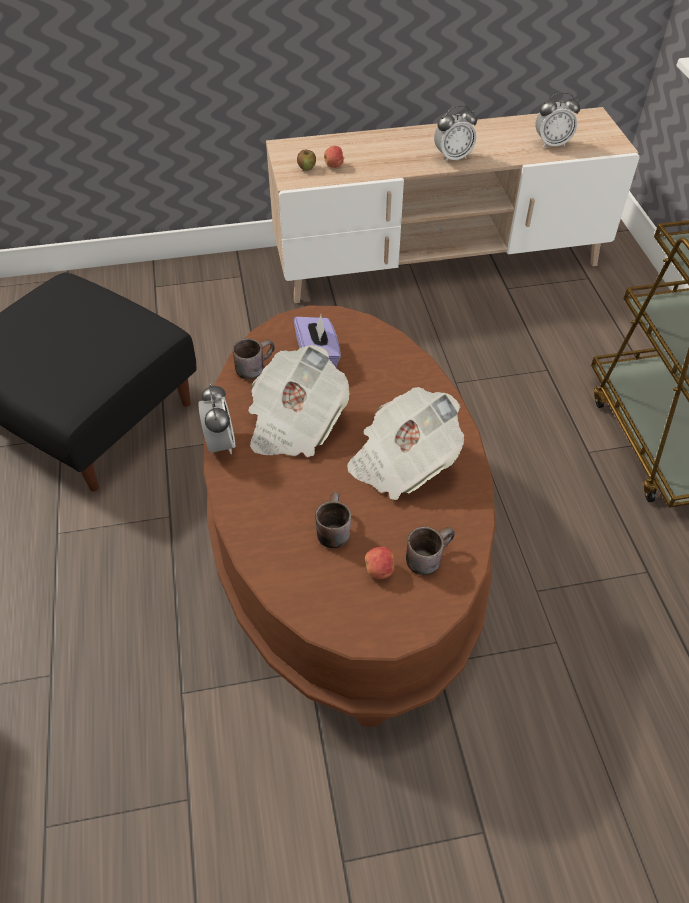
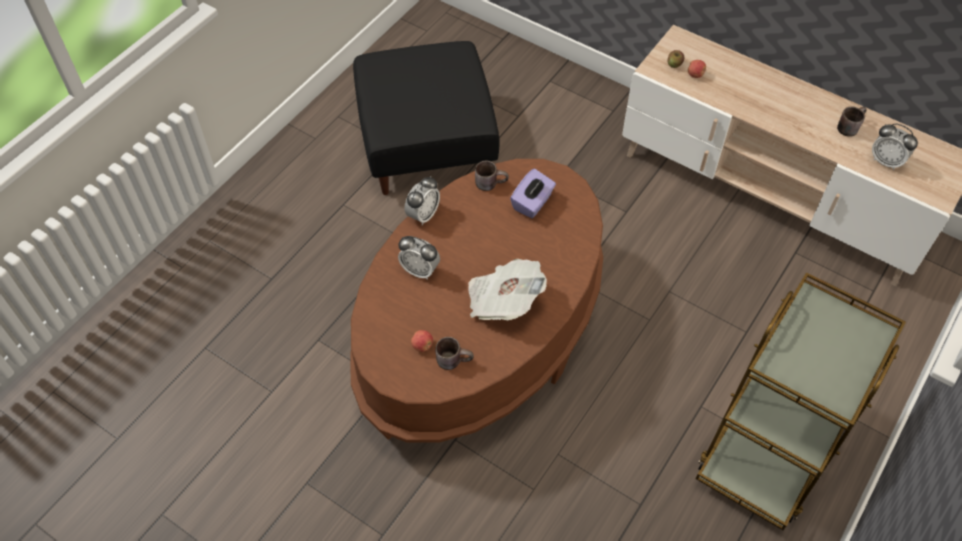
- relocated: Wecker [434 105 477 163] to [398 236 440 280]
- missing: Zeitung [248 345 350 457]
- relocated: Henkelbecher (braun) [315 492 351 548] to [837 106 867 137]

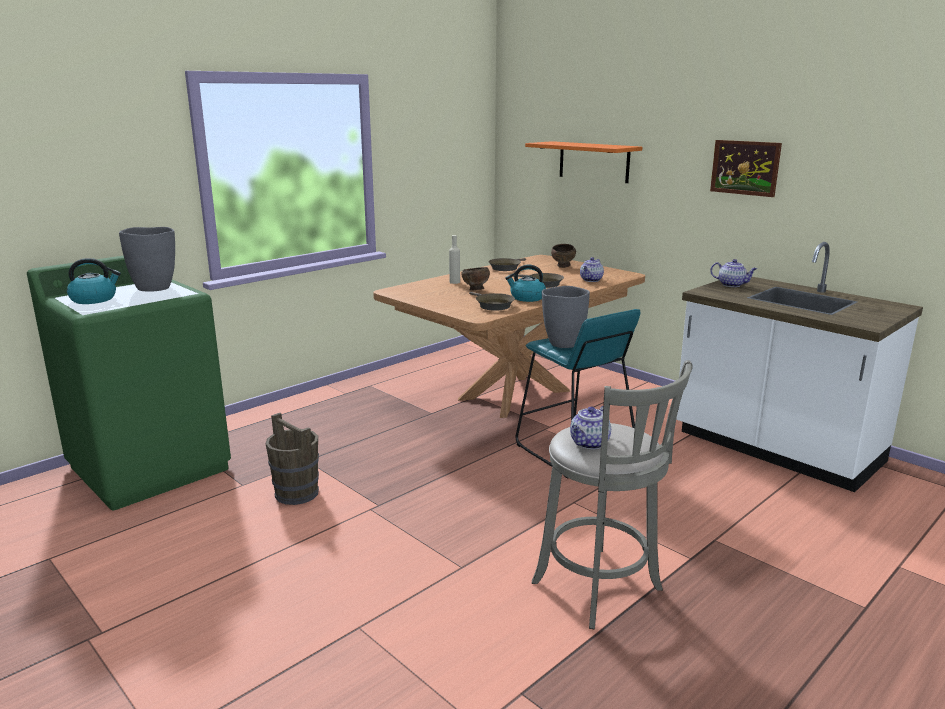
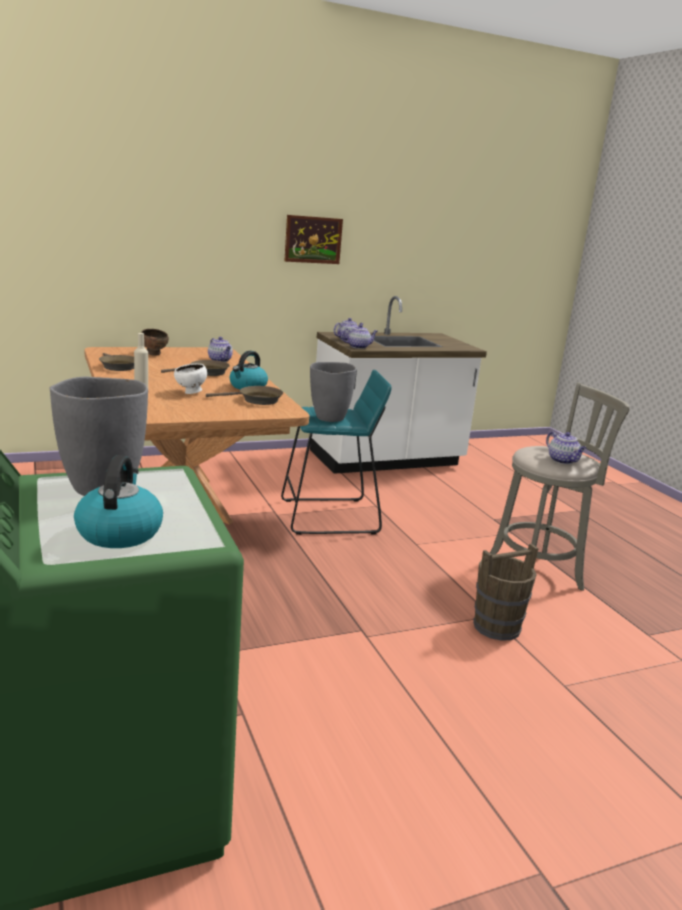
- missing: Wandregal (orange) [525 141 642 183]
- colour: Schüssel (braun) [461 267 490 291] to Schüssel (weiß) [174 363 207 394]
- relocated: Eimer (braun) [266 413 319 505] to [473 543 539 641]
- appeared: Teekanne [341 324 378 349]

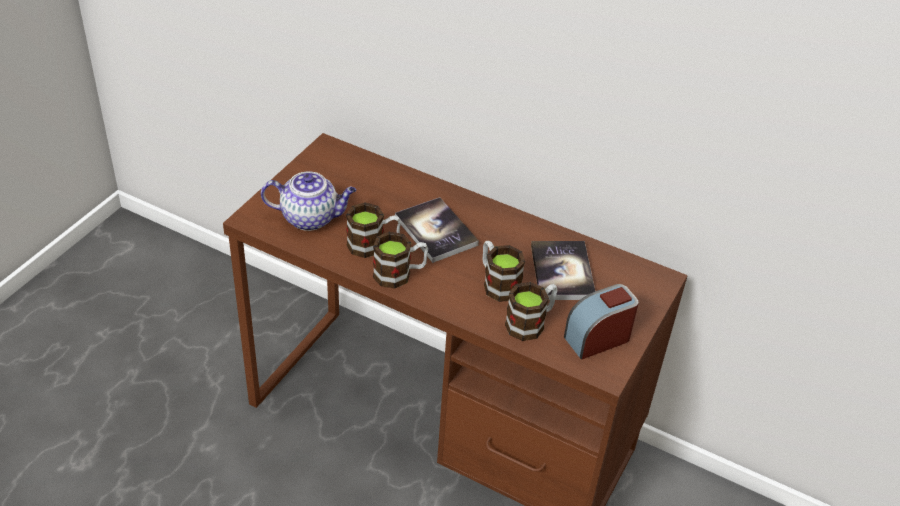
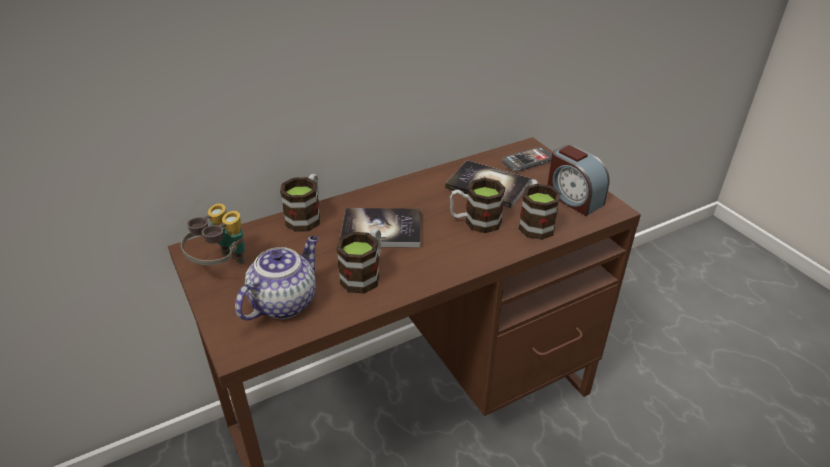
- relocated: Henkelbecher [373 232 428 289] to [280 174 321 232]
- spun: Wecker [564 284 639 360] = [547 144 610 216] 45 degrees counterclockwise
- appeared: Handy [502 147 552 172]
- appeared: Fernglas [181 203 245 265]

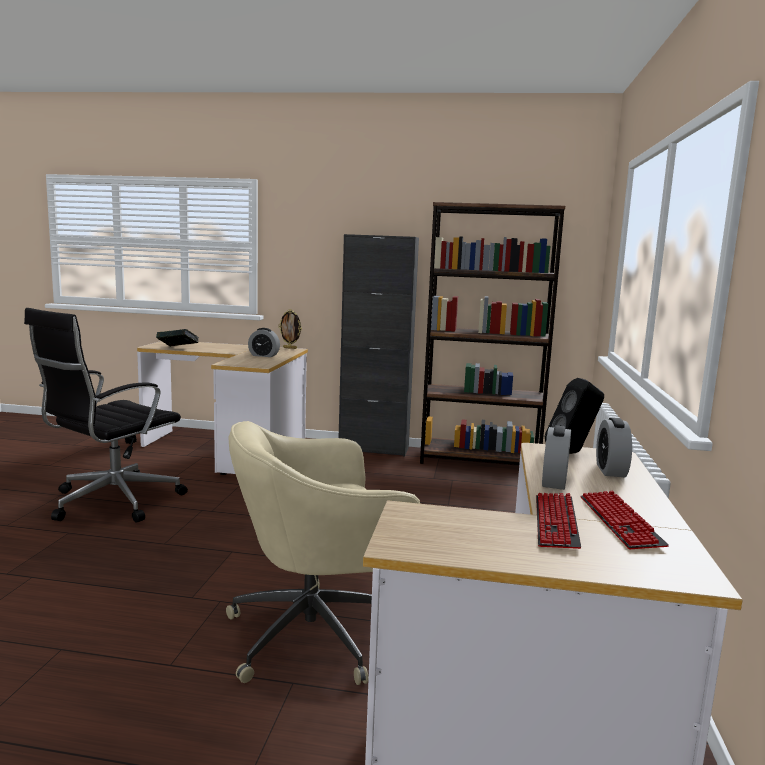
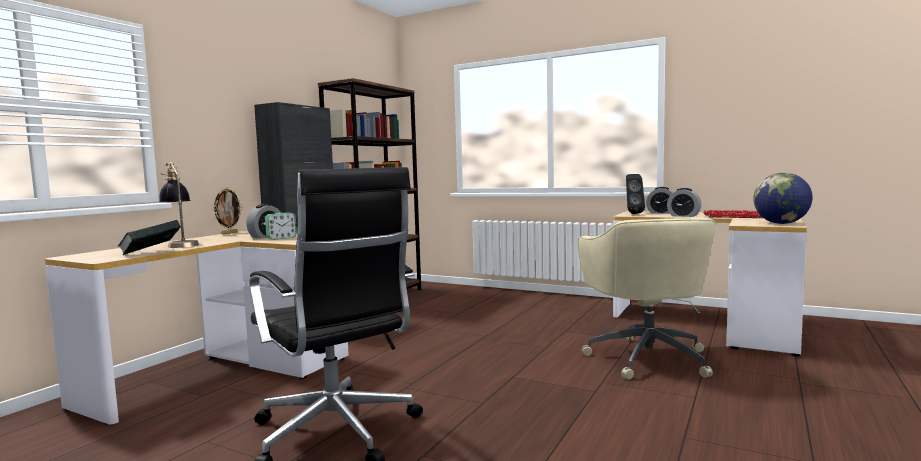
- appeared: Tischlampe [159 162 199 248]
- appeared: Globus [753 173 813 224]
- appeared: Wecker [265 213 297 240]

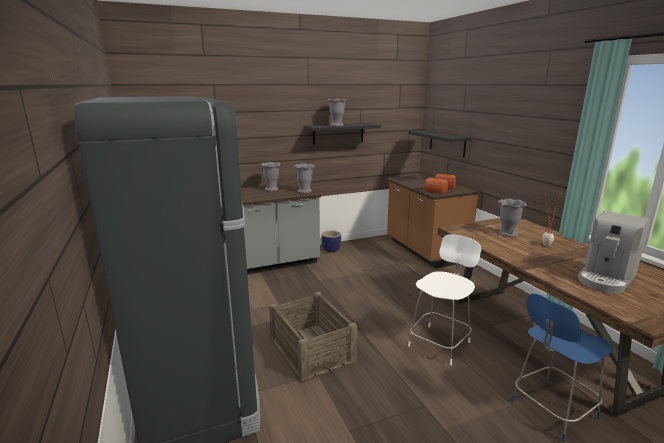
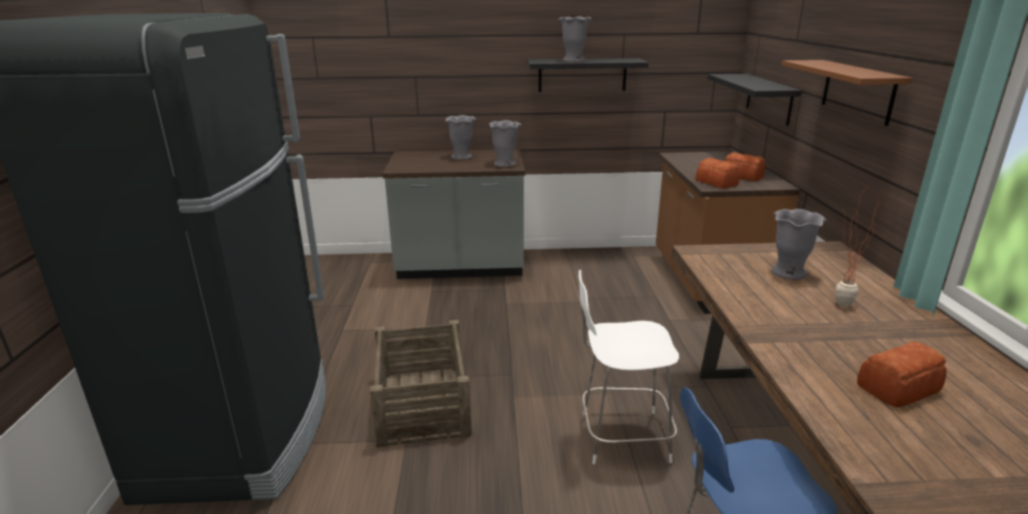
- exchanged: Kaffeemaschine [578 211 650 293] to Brot [857 342 947 407]
- missing: Pflanzkübel [322 230 341 252]
- spun: Stuhl (weiß) [408 235 481 365] = [578 270 679 464] 150 degrees counterclockwise
- appeared: Wandregal (braun) [781 60 912 126]

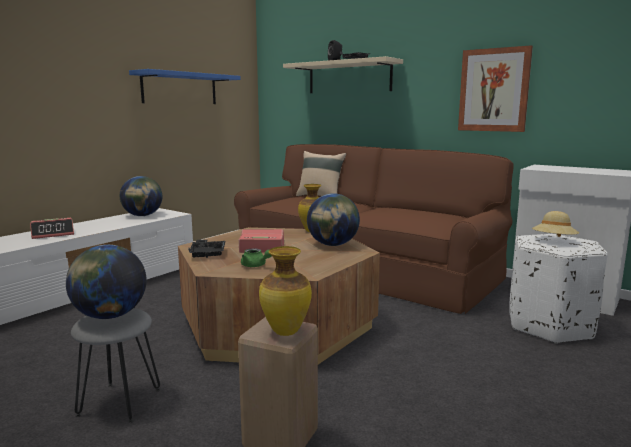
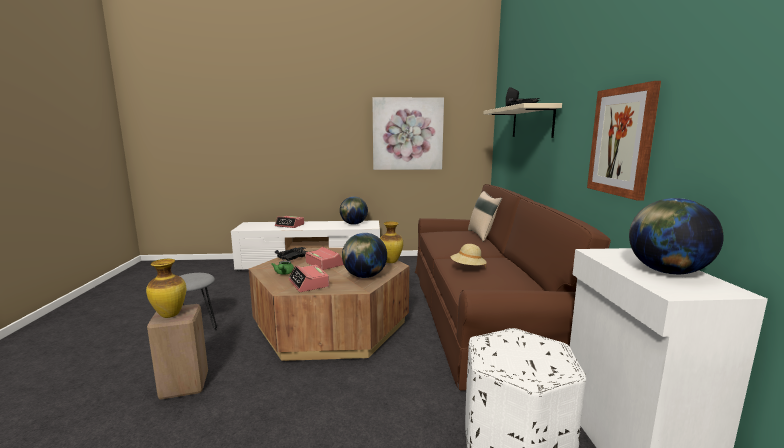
- exchanged: Wandregal (blau) [129 69 241 104] to Bild [372 97 444 170]
- relocated: Hut (beige) [532 211 579 237] to [451 244 487 268]
- relocated: Globus [66 245 147 319] to [629 198 724 275]
- appeared: Wecker [288 265 329 292]

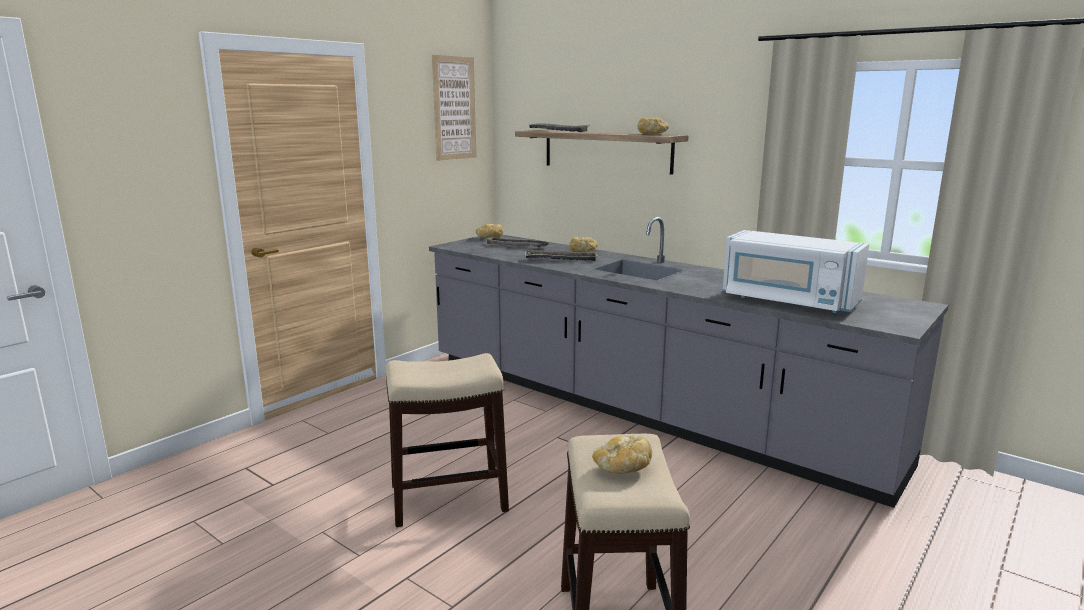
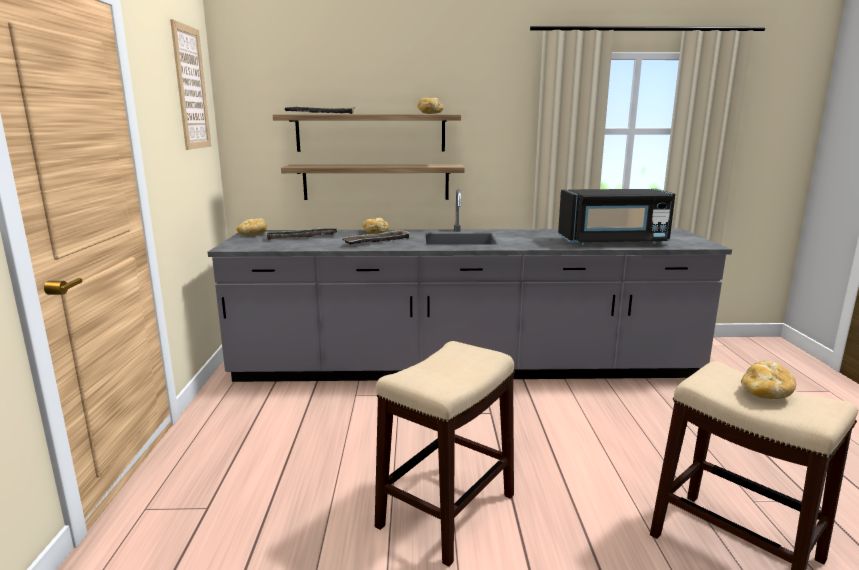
- colour: Mikrowelle (weiß) [723 230 869 313] to Mikrowelle (schwarz) [558 189 675 245]
- appeared: Wandregal [281 164 465 200]

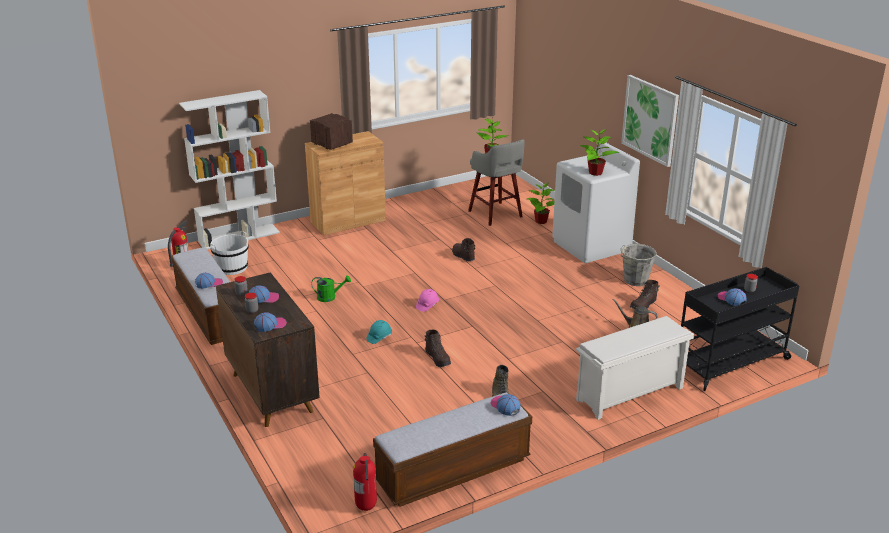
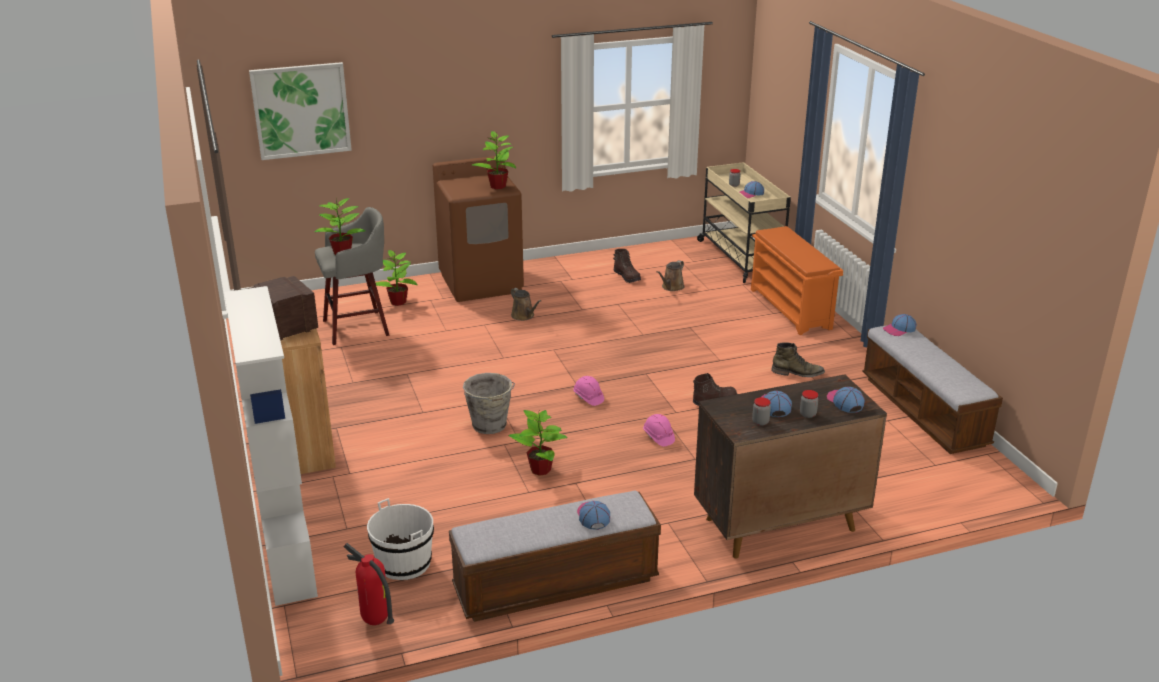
- relocated: Bild [621 75 679 167] to [249 62 352 160]
- colour: Waschmaschine (weiß) [552 143 640 263] to Waschmaschine (braun) [433 156 524 302]
- missing: Stiefel (braun) [452 238 475 261]
- relocated: Eimer (grau) [621 244 657 286] to [463 373 515 434]
- colour: Rollwagen (schwarz) [681 267 799 391] to Rollwagen (beige) [697 162 791 283]
- exchanged: Gießkanne (grün) [312 275 351 302] to Topfpflanze [508 409 568 476]
- colour: Schuhregal (weiß) [576 316 694 420] to Schuhregal (orange) [751 226 843 335]
- colour: Schutzhelm (türkis) [366 320 392 344] to Schutzhelm (rosa) [643 414 675 446]
- missing: Feuerlöscher [353 453 377 511]
- appeared: Gießkanne (braun) [511 288 541 321]

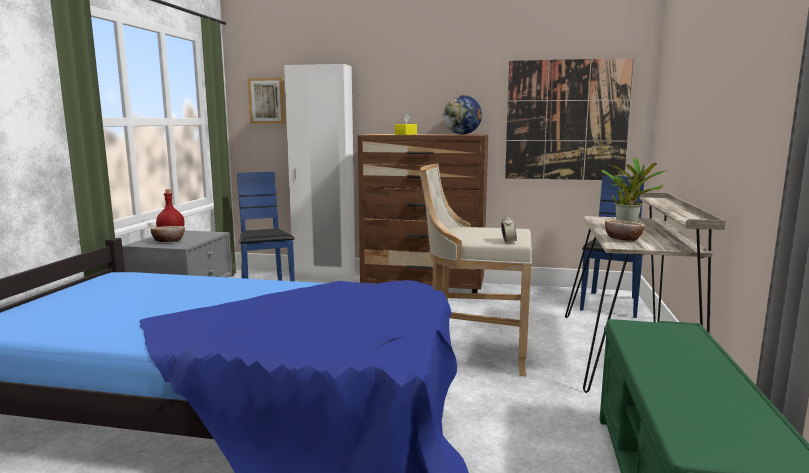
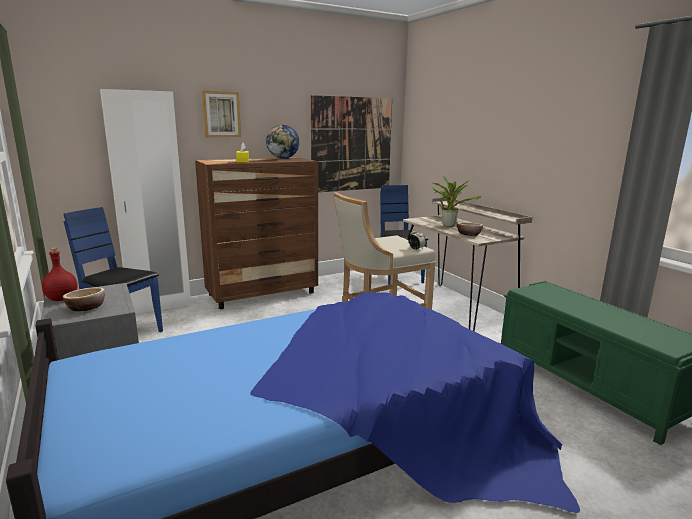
- relocated: Bild [248 78 285 124] to [202 91 241 138]

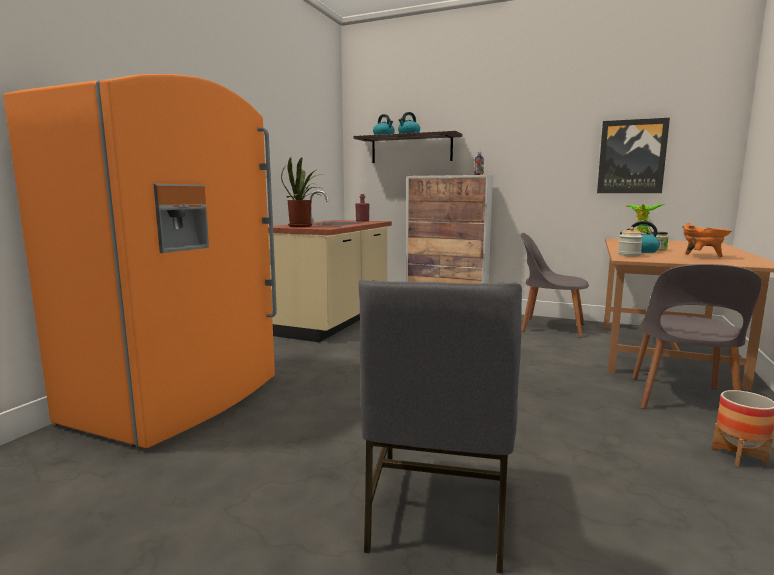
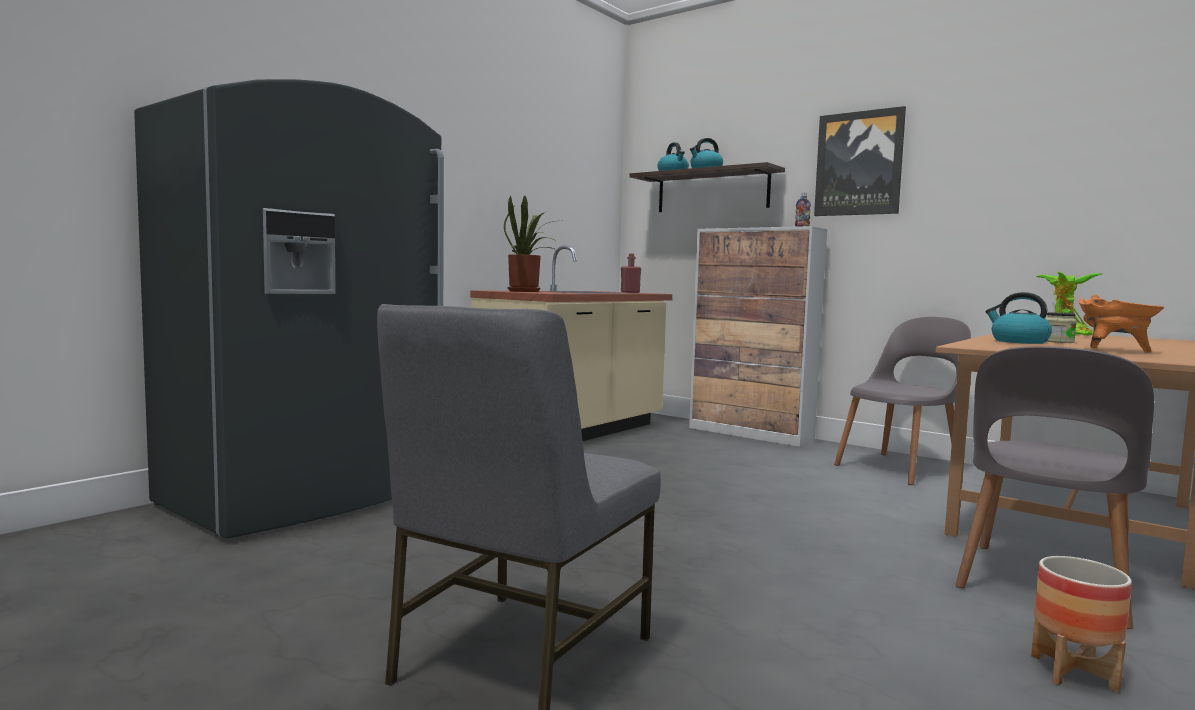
- colour: Kühlschrank (orange) [3 74 277 448] to Kühlschrank (grau) [134 79 444 539]
- relocated: Bild [597 118 670 193] to [814 106 906 216]
- missing: Vorratsglas [618 227 643 256]
- spun: Stuhl (grau) [520 233 589 338] = [834 317 971 485] 105 degrees clockwise

